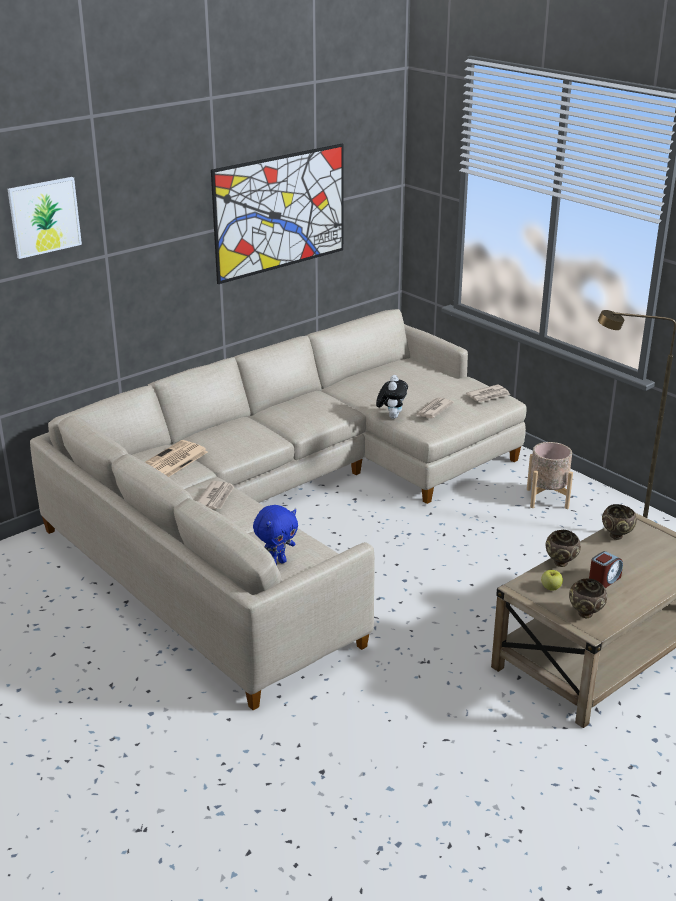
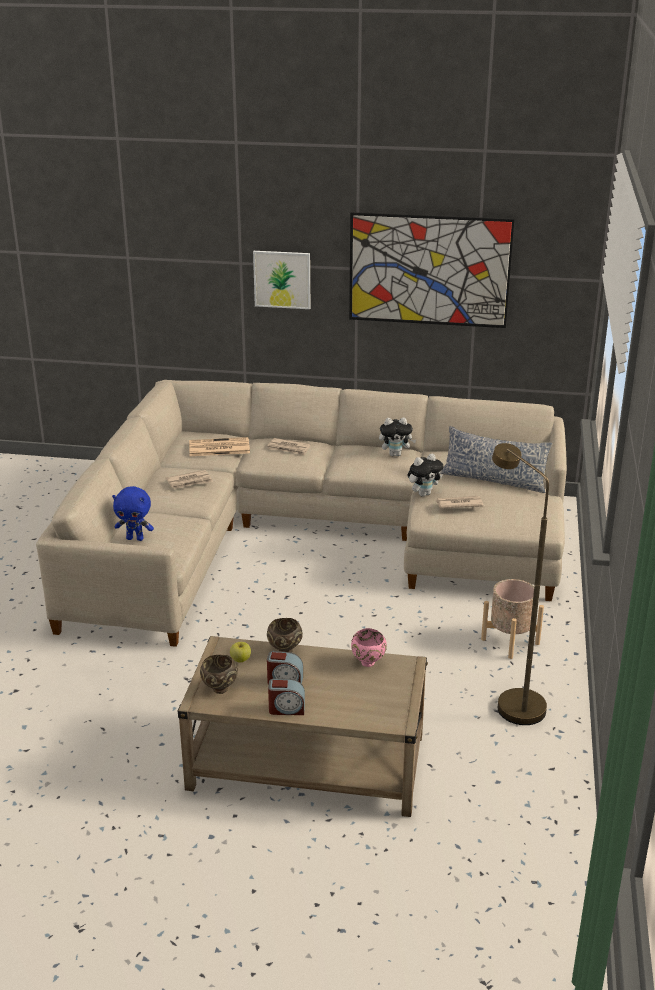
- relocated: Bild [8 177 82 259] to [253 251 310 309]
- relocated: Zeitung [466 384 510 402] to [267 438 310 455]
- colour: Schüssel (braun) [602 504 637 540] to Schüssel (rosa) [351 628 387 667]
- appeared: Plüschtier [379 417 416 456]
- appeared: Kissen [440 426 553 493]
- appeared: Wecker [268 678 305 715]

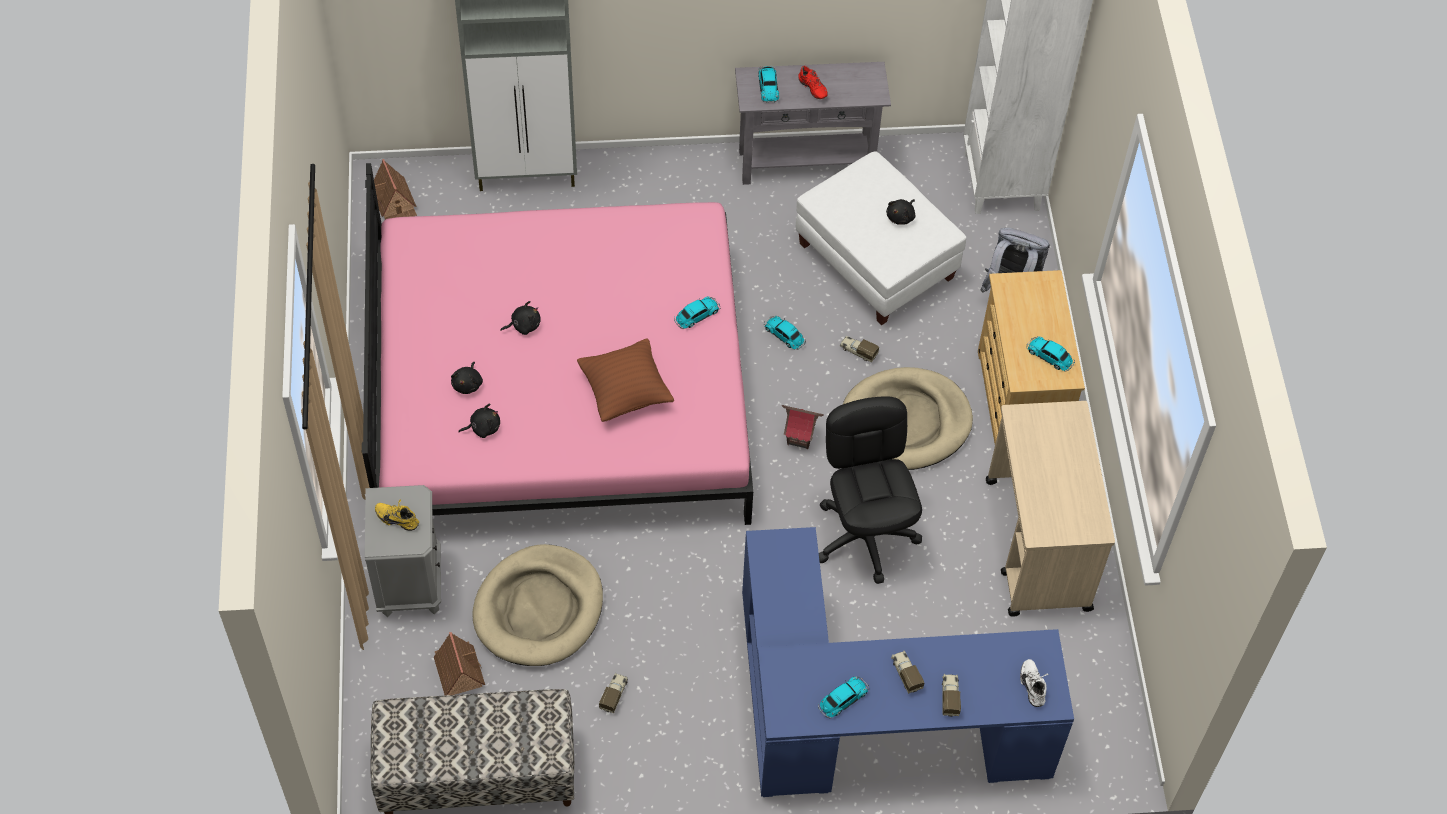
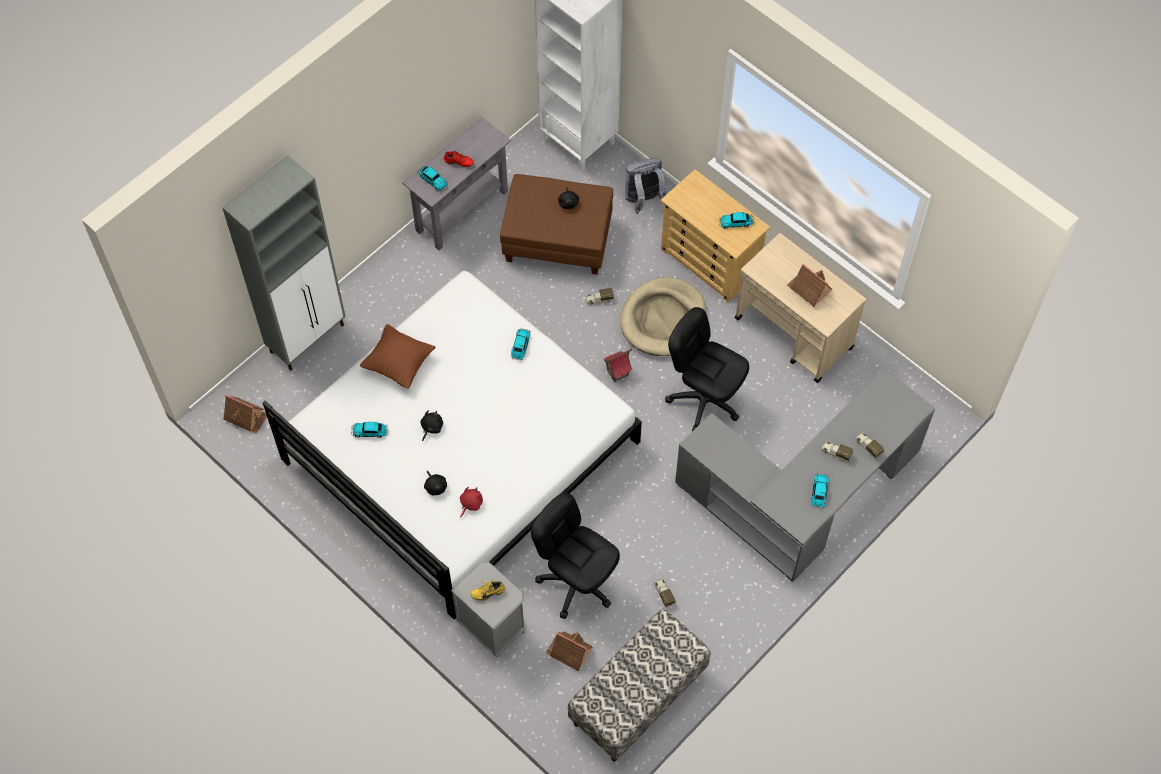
- colour: Polsterhocker (weiß) [796 151 966 325] to Polsterhocker (braun) [500 174 613 275]
- colour: Bett (rosa) [362 163 753 525] to Bett (weiß) [263 271 642 620]
- relocated: Spielzeugauto [764 316 806 350] to [351 422 388 438]
- relocated: Kissen (braun) [577 338 674 422] to [360 324 435 389]
- colour: Plüschtier (schwarz) [458 404 500 438] to Plüschtier (rot) [460 487 483 518]
- colour: Schreibtisch (blau) [742 527 1074 797] to Schreibtisch (grau) [675 368 935 582]
- exchanged: Hundebett (beige) [472 544 603 666] to Bürostuhl (schwarz) [531 493 620 619]
- missing: Schuh (weiß) [1020 659 1049 707]
- appeared: Spielzeughaus [787 264 833 307]

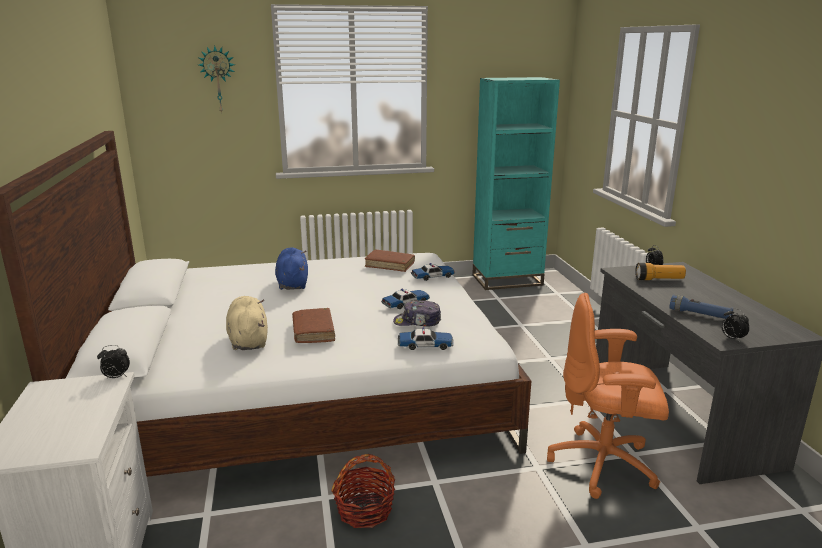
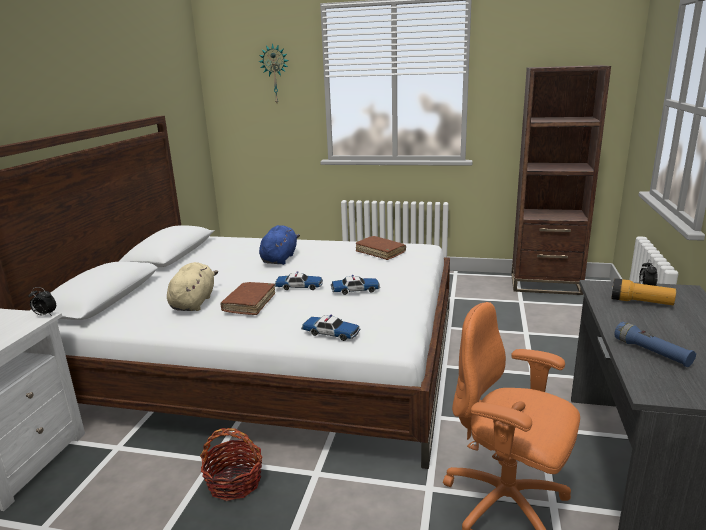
- colour: Bücherregal (türkis) [472 77 560 290] to Bücherregal (braun) [511 65 611 295]
- relocated: Spielzeugauto [411 263 455 281] to [274 271 323 290]
- missing: Kappe [393 300 441 327]
- missing: Wecker [721 308 750 342]

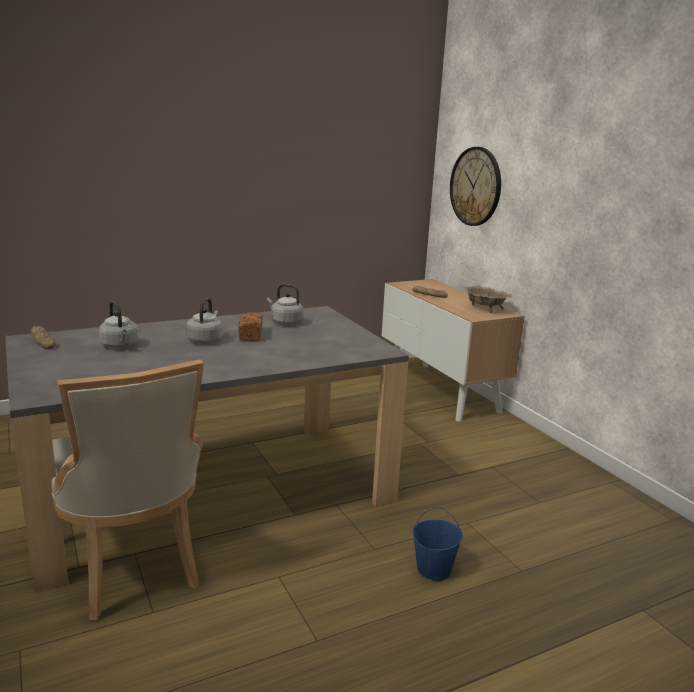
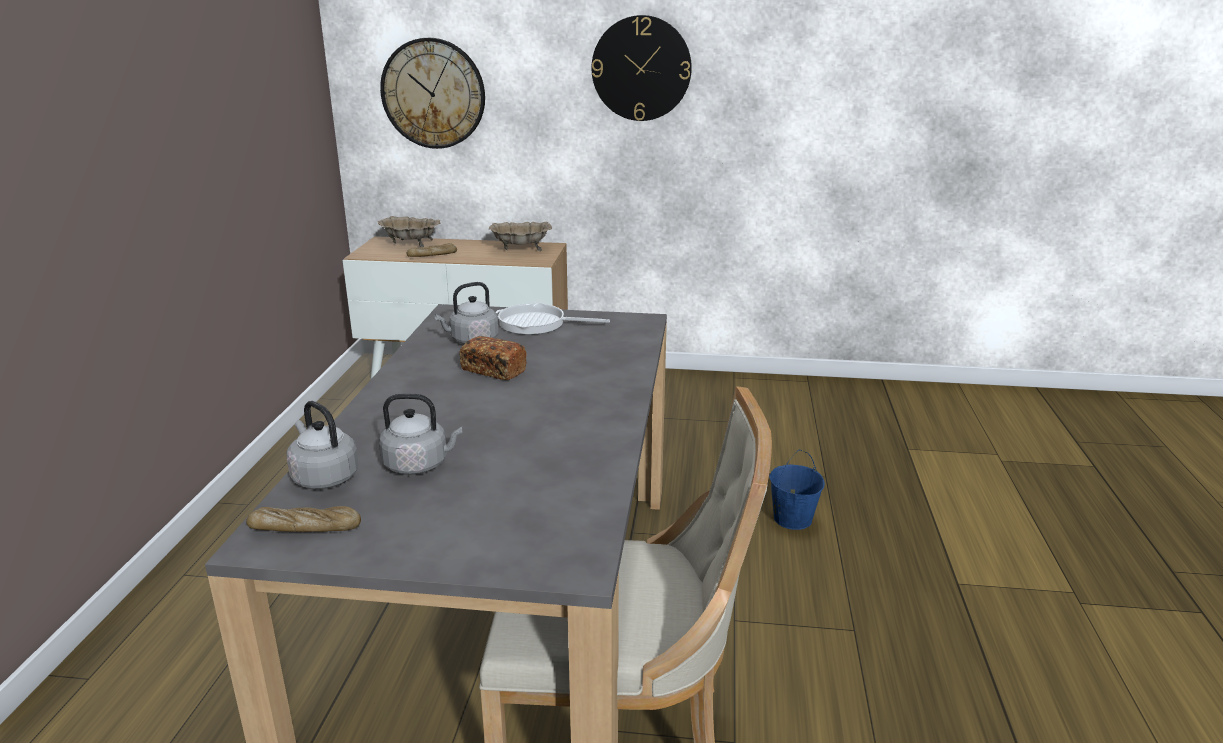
- relocated: Wasserkessel (grau) [186 298 223 344] to [287 401 359 489]
- appeared: Wanduhr [591 15 692 121]
- appeared: Schüssel (beige) [377 216 440 247]
- appeared: Pfanne [496 303 610 335]

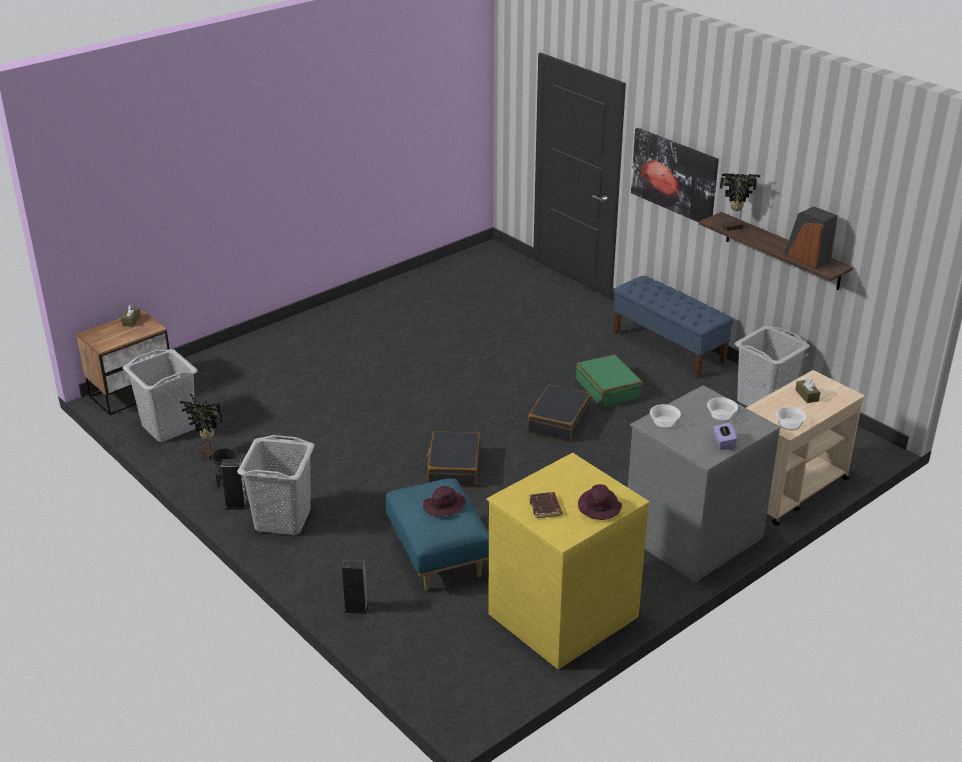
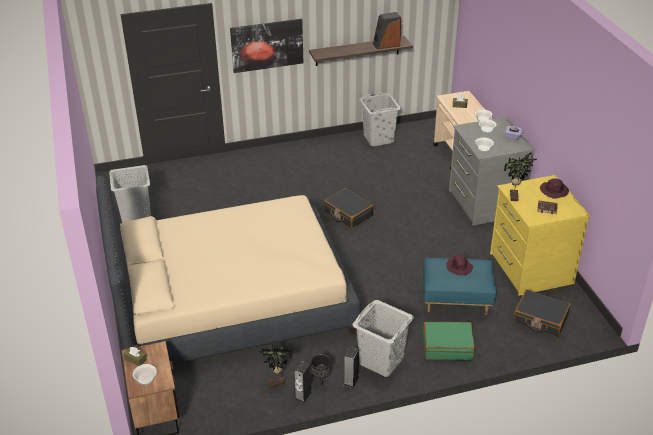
- relocated: Topfpflanze [720 173 760 231] to [504 152 537 201]
- missing: Bank (blau) [613 275 734 378]
- relocated: Wäschekorb (grau) [123 349 198 442] to [109 165 151 223]
- relocated: Koffer (grün) [576 354 643 407] to [423 322 475 360]
- relocated: Koffer (schwarz) [426 431 481 487] to [514 289 571 337]
- relocated: Lautsprecher [342 559 369 614] to [294 361 312 403]
- appeared: Bett (beige) [96 176 360 364]
- appeared: Schüssel [133 364 157 385]

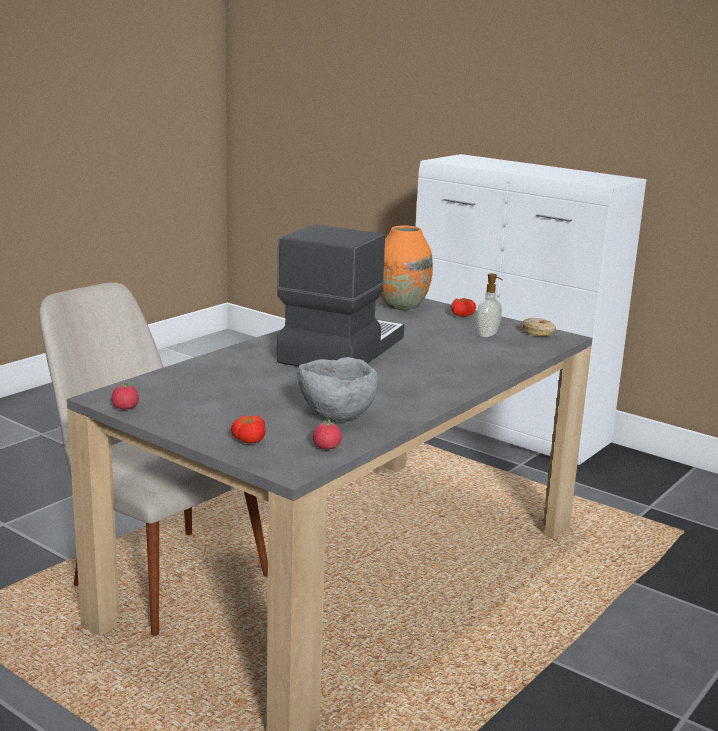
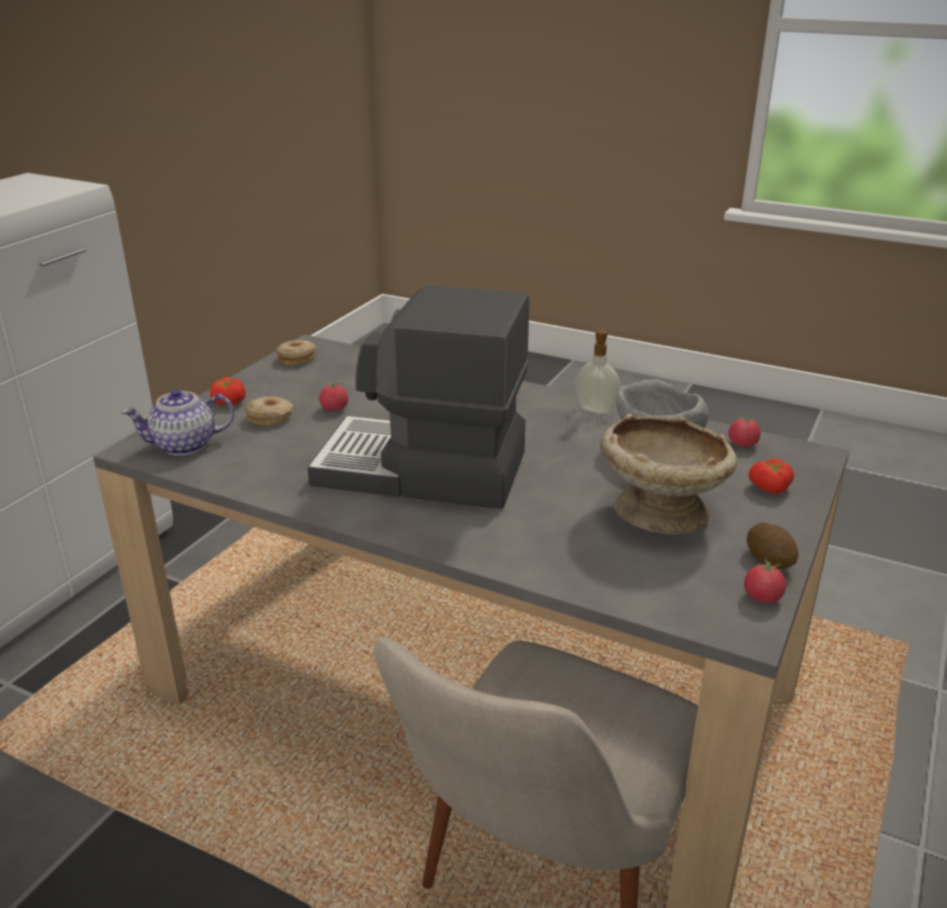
- exchanged: Vase (orange) [380 225 433 310] to Teekanne [121 388 235 456]
- relocated: Seifenspender [476 274 503 337] to [575 329 620 414]
- appeared: Tomate [319 381 348 411]
- appeared: Donut [245 396 293 426]
- appeared: Schüssel (beige) [600 413 737 534]
- appeared: Kartoffel [747 523 798 569]

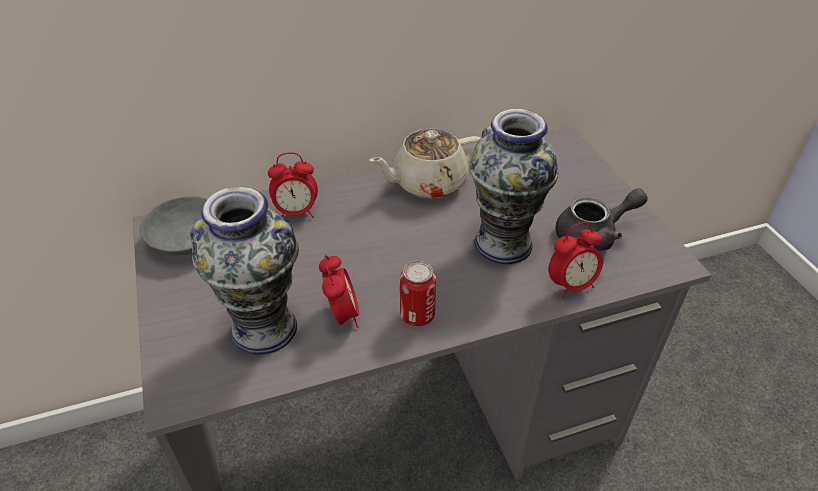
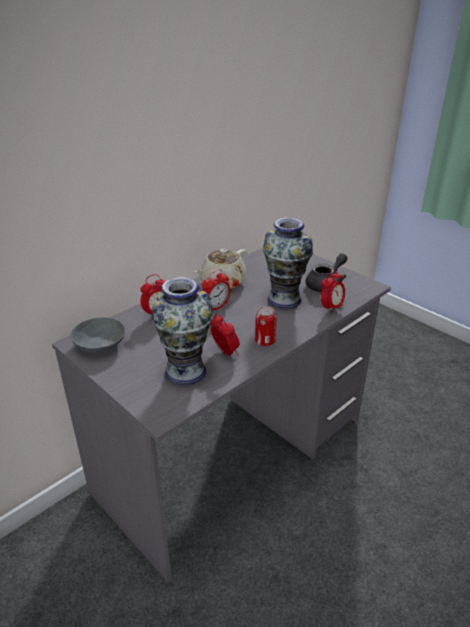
- appeared: Wecker [202 269 230 310]

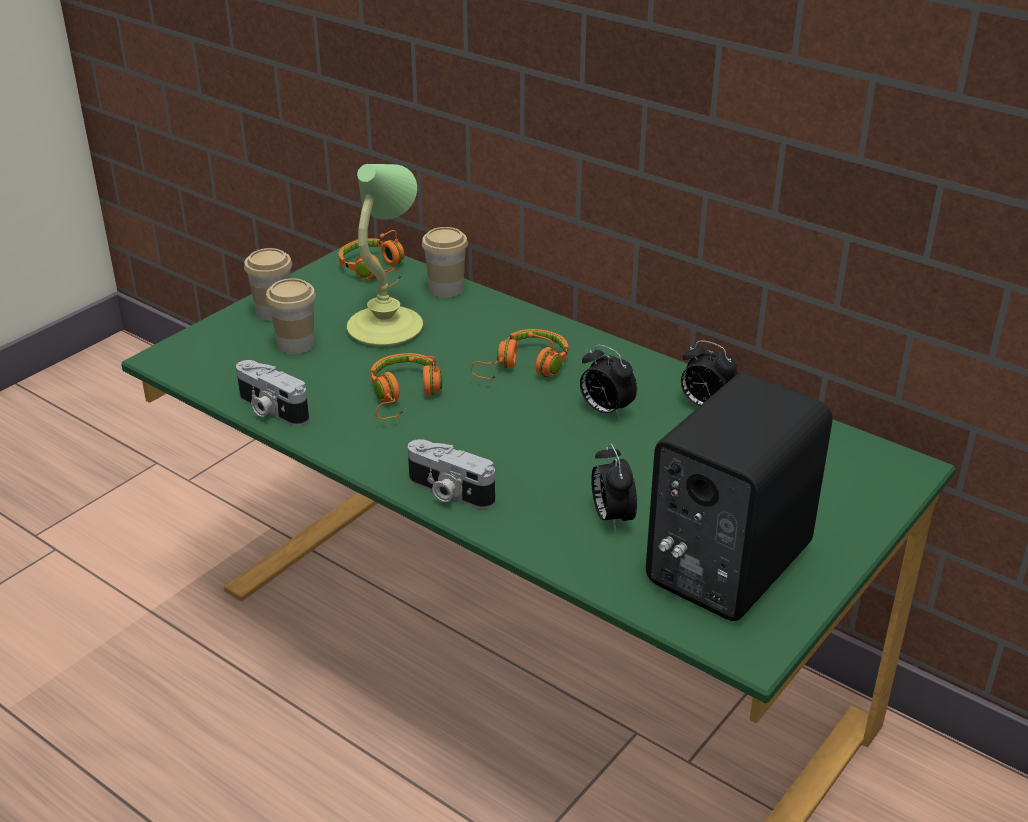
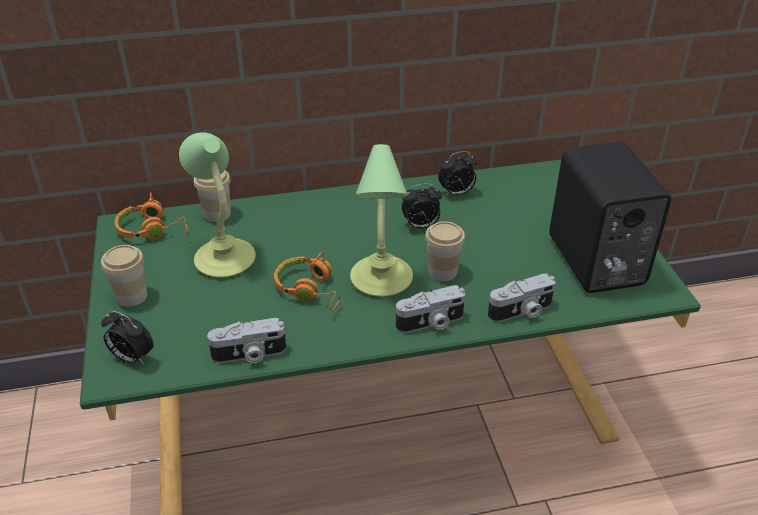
- relocated: Tasse [266 278 316 354] to [425 221 465 281]
- missing: Kopfhörer (orange) [471 329 568 380]
- relocated: Wecker [591 443 637 532] to [101 311 154 365]
- appeared: Tischlampe [350 144 413 297]
- appeared: Kamera [488 274 556 322]

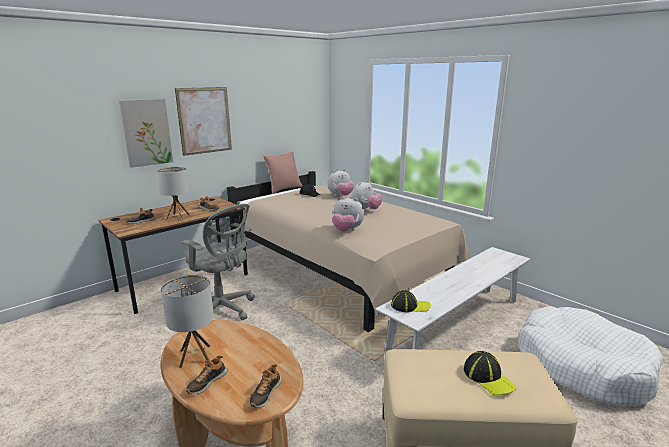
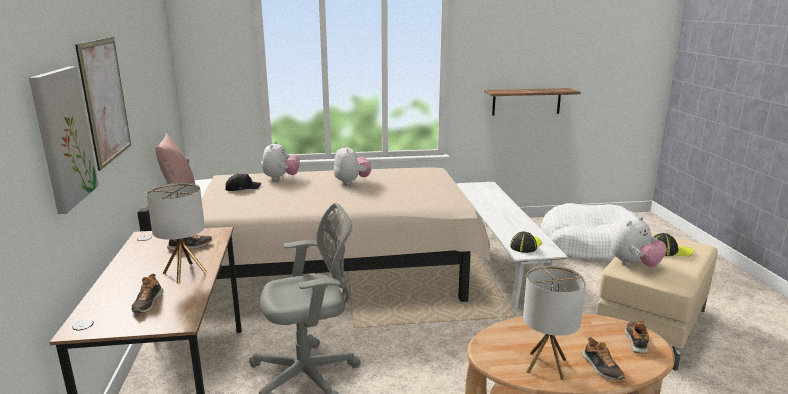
- relocated: Plüschtier [332 197 364 231] to [611 217 667 267]
- spun: Schuh [249 365 282 408] = [625 320 649 354] 135 degrees counterclockwise
- appeared: Wandregal [484 88 581 115]

